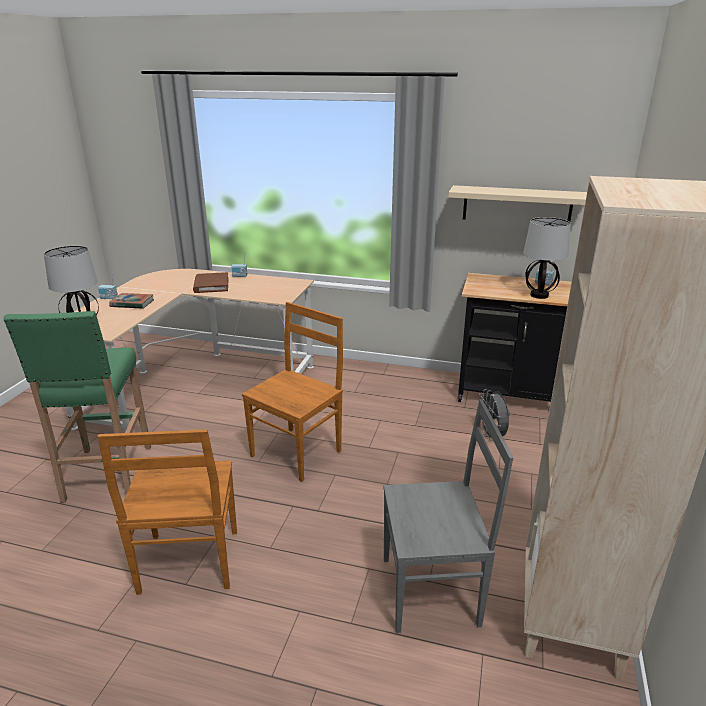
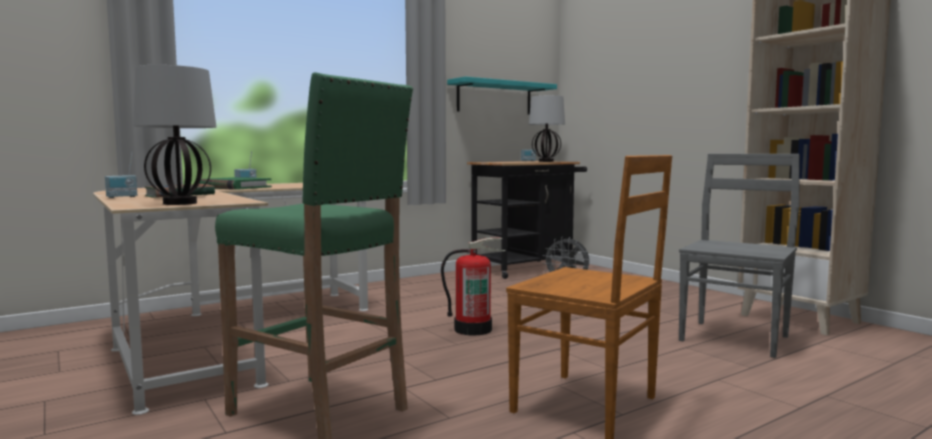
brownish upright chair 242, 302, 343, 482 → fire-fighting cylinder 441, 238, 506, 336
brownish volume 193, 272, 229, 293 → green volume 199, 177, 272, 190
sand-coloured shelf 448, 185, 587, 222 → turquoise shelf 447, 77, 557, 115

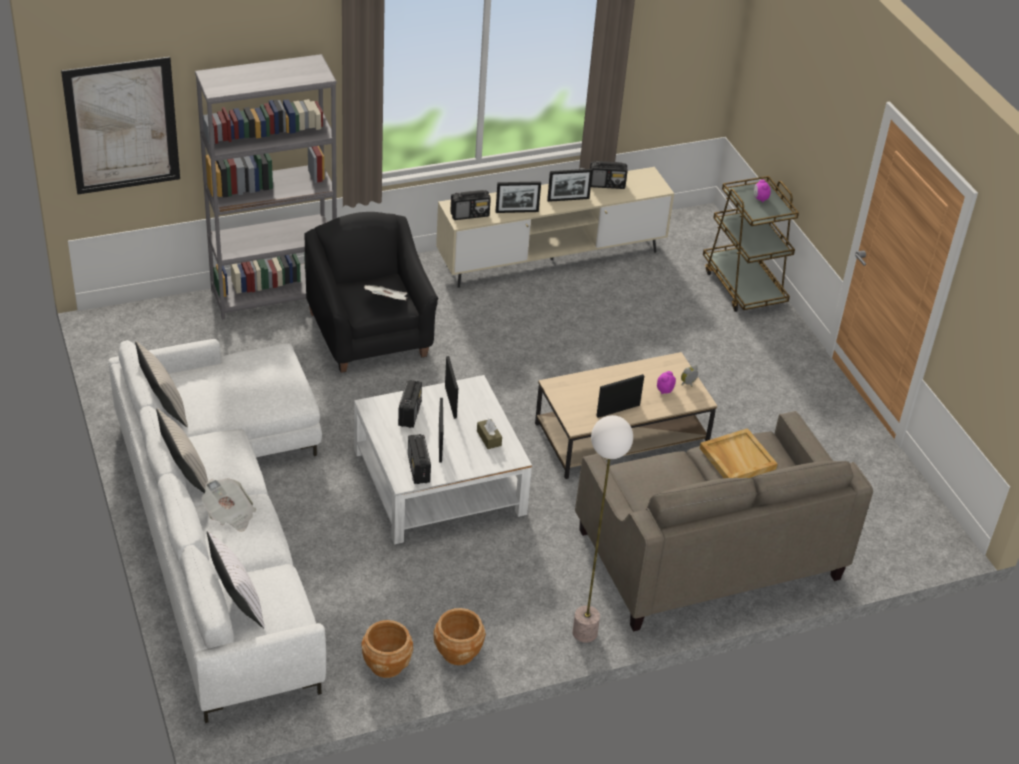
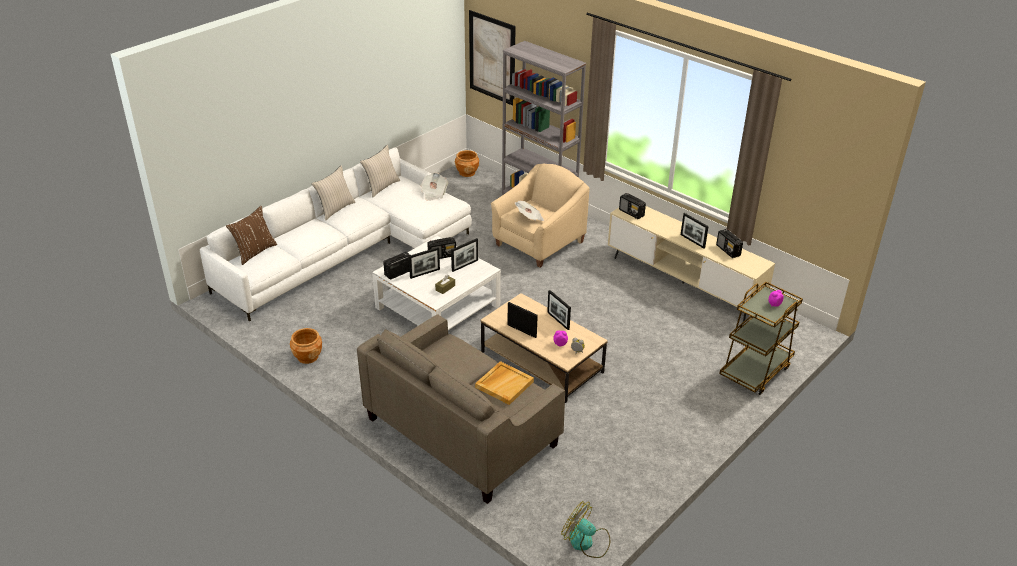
floor lamp 573, 415, 633, 643 → -
- → electric fan 561, 501, 610, 558
printed paper 202, 478, 256, 532 → printed paper 420, 172, 448, 201, moved
brownish planter 362, 620, 413, 678 → brownish planter 455, 150, 479, 177, moved
photo frame 495, 181, 541, 213 → photo frame 547, 290, 571, 330, moved
white-coloured cushion 207, 531, 265, 628 → brownish cushion 226, 206, 277, 265
black-coloured armchair 304, 212, 439, 373 → sand-coloured armchair 491, 164, 590, 268

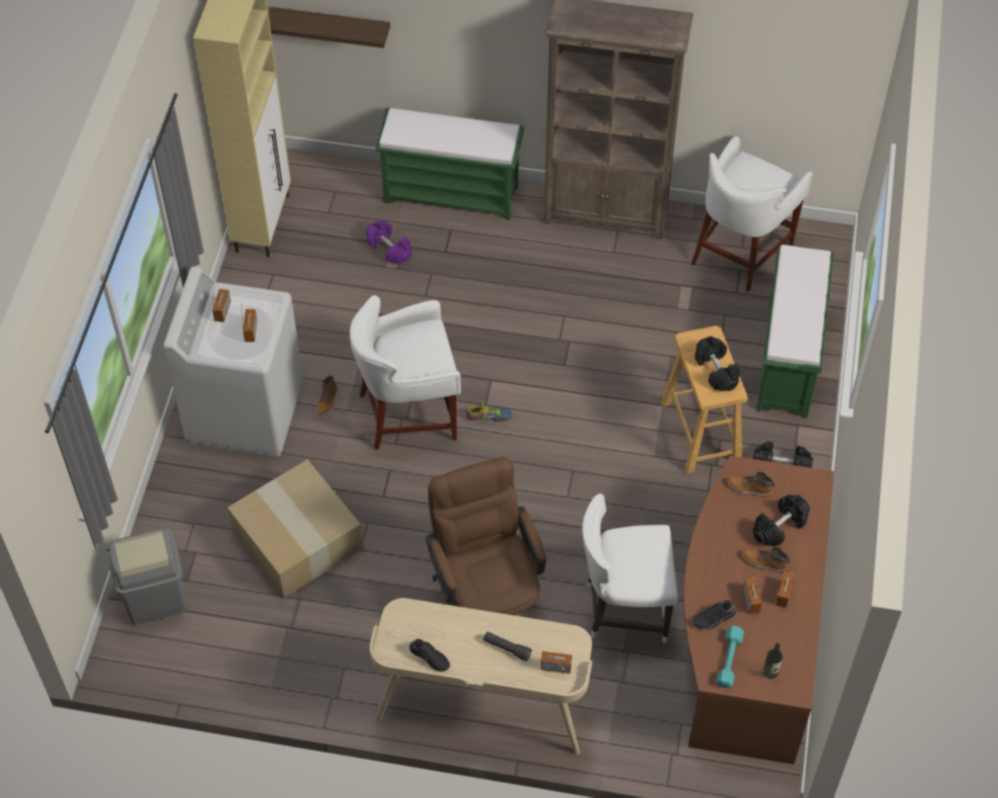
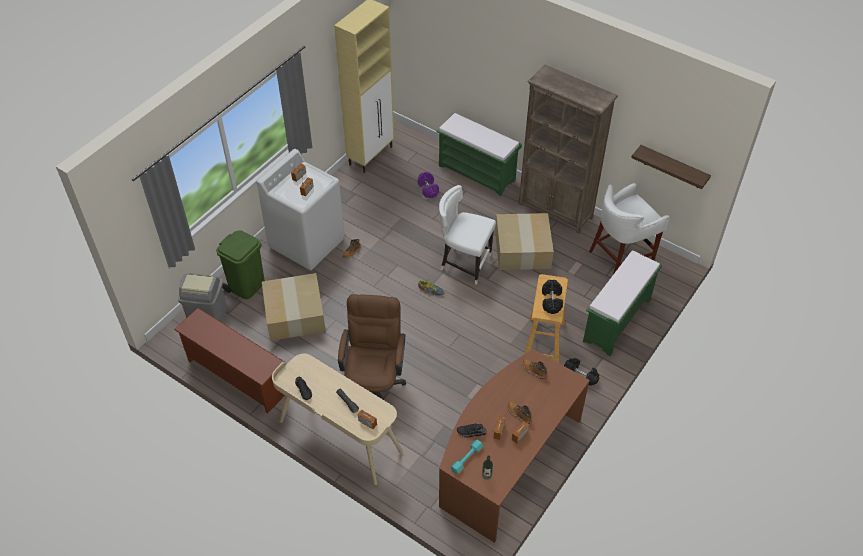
white-coloured sitting stool 350, 295, 461, 450 → -
black-coloured dumbbell 753, 495, 810, 546 → -
- → brownish shoe rack 174, 308, 285, 414
- → green rubbish bin 216, 231, 265, 299
- → cardboard box 495, 213, 554, 270
shelf 268, 7, 390, 48 → shelf 631, 145, 711, 189, moved
white-coloured upright chair 582, 494, 678, 643 → white-coloured upright chair 439, 185, 496, 285, moved

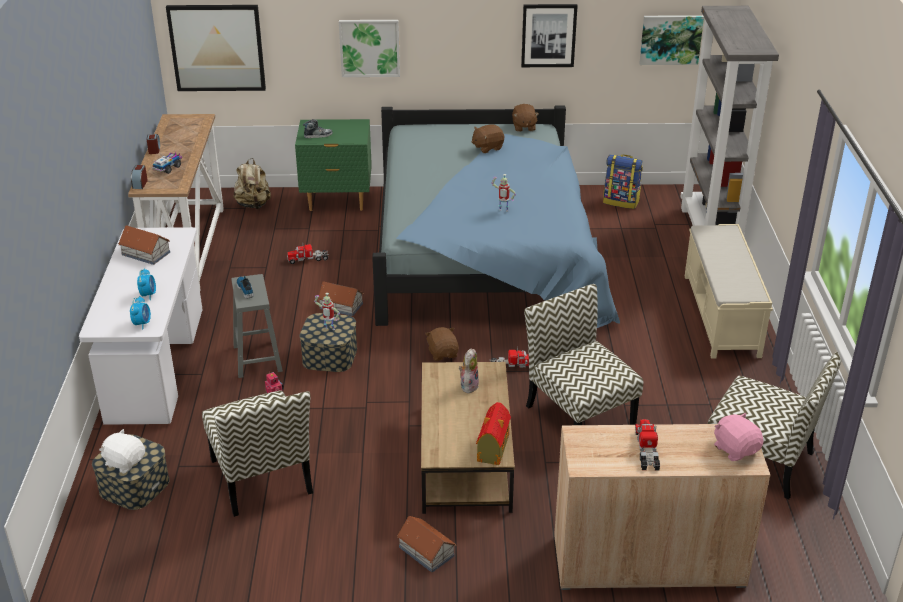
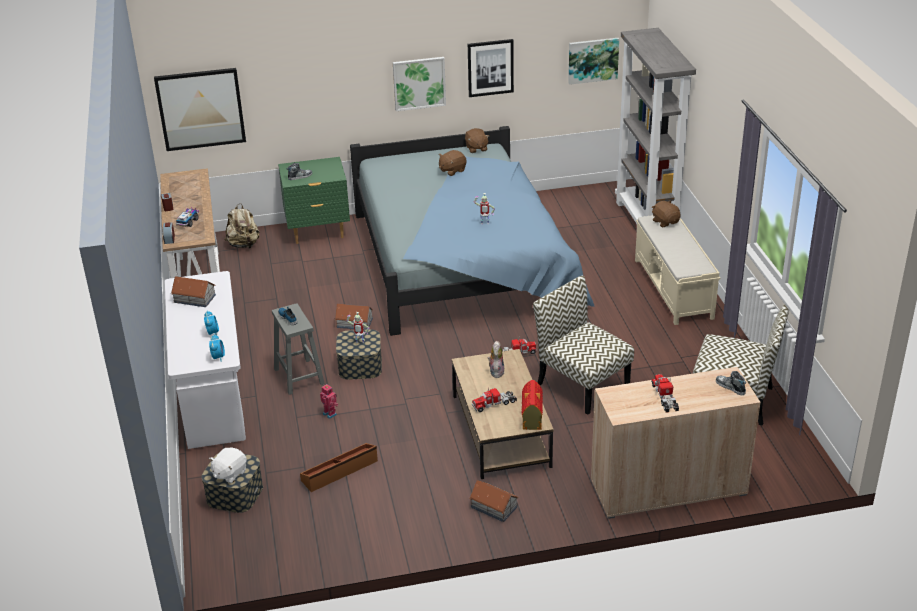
knapsack 603, 155, 643, 209 → -
toy lorry 287, 242, 329, 264 → toy lorry 472, 388, 517, 412, moved
wall art 339, 20, 400, 77 → wall art 393, 57, 446, 111, moved
brownish soft toy 425, 327, 459, 361 → brownish soft toy 652, 200, 681, 227, moved
upright chair 202, 390, 313, 517 → brownish storage container 300, 443, 378, 492
pinkish soft toy 714, 413, 764, 461 → shoe 716, 371, 746, 395
white-coloured soft toy 99, 429, 145, 474 → white-coloured soft toy 209, 448, 247, 483, 75 degrees counterclockwise

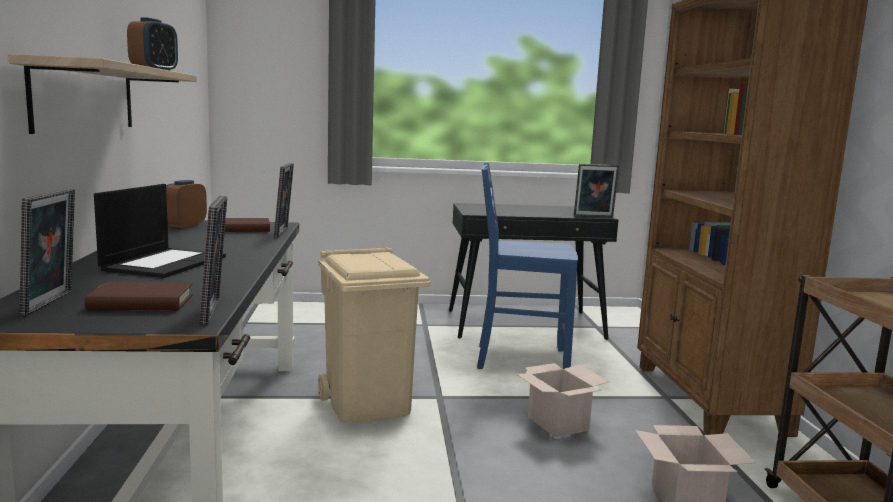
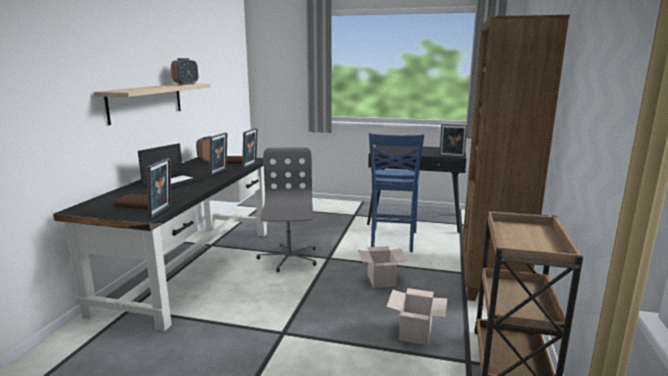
photo frame 19, 188, 75, 316 → photo frame 209, 133, 227, 176, moved
sand-coloured rubbish bin 318, 247, 430, 424 → greyish office chair 256, 147, 317, 272
blue upright chair 477, 163, 578, 369 → blue upright chair 369, 133, 424, 252, 105 degrees counterclockwise

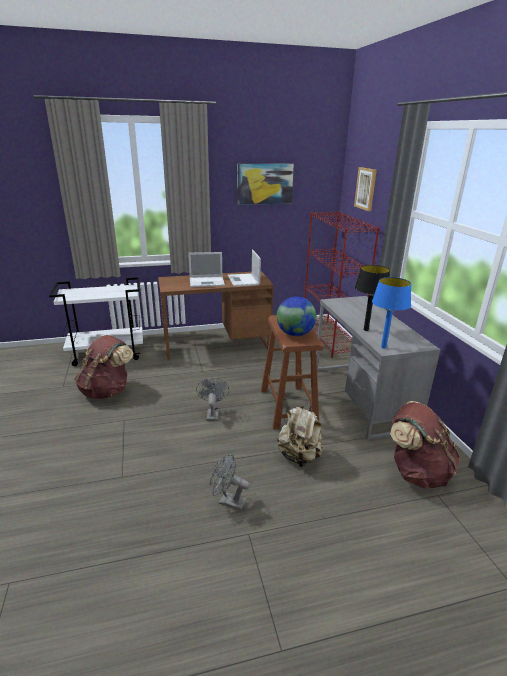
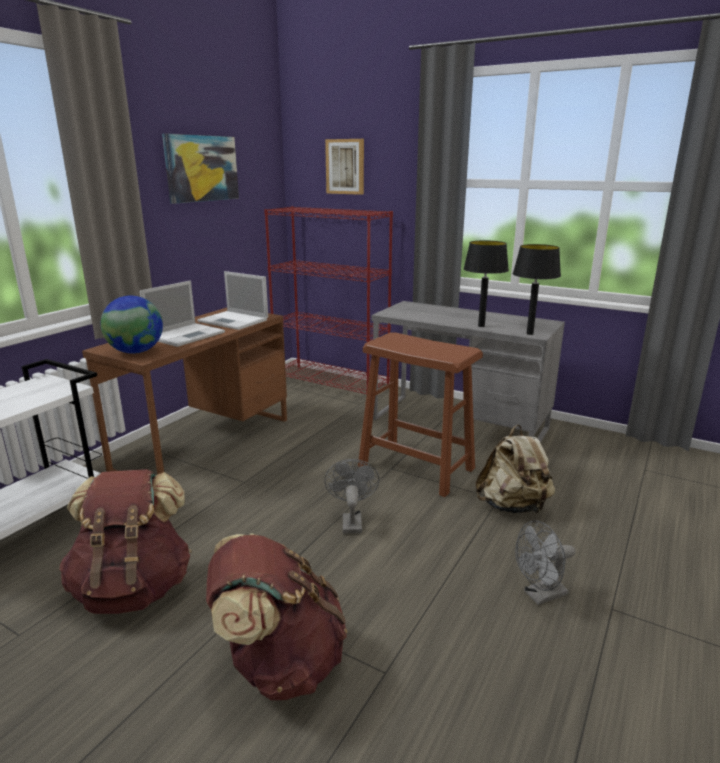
globe 277, 296, 316, 336 → globe 101, 296, 163, 354, moved
brownish knapsack 390, 401, 460, 488 → brownish knapsack 206, 533, 347, 700, moved
blue tabletop lamp 372, 277, 411, 349 → black-coloured tabletop lamp 513, 244, 561, 335
greyish electric fan 196, 378, 229, 421 → greyish electric fan 324, 459, 379, 533, 45 degrees clockwise

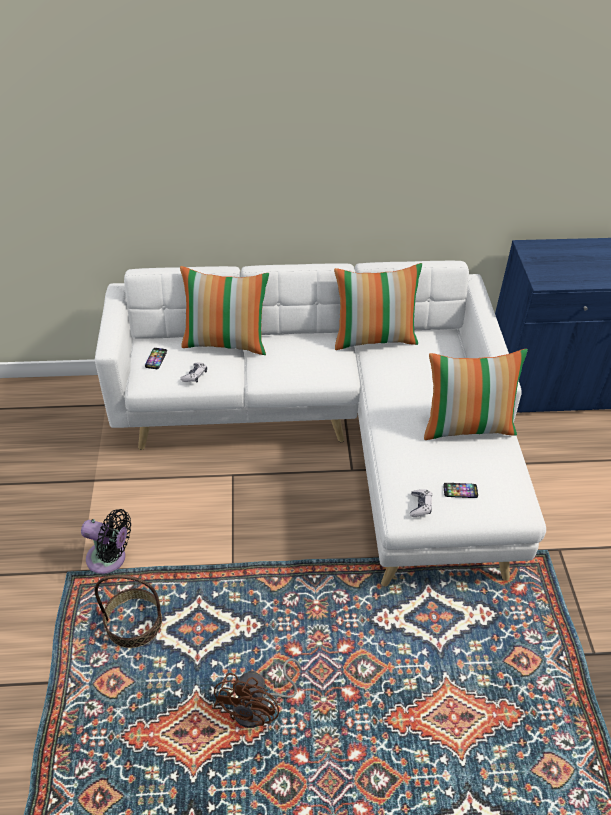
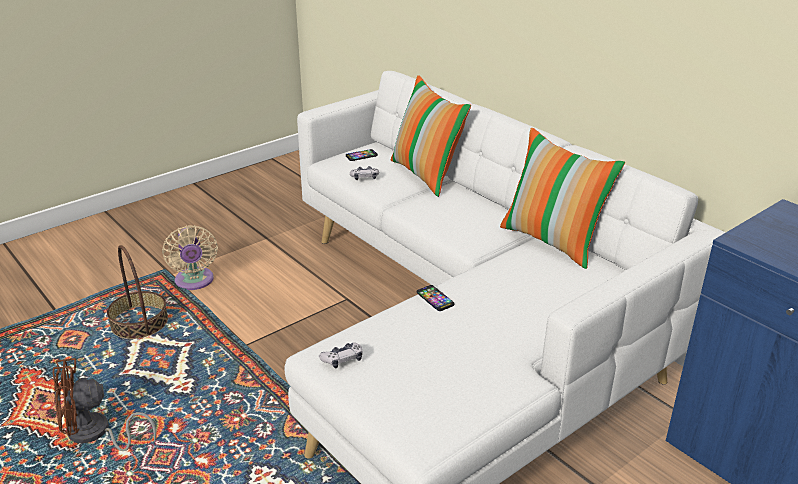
cushion 424, 349, 528, 440 → -
phone 443, 483, 478, 498 → phone 417, 285, 454, 311, moved
black-coloured electric fan 81, 509, 131, 574 → sand-coloured electric fan 162, 225, 218, 290

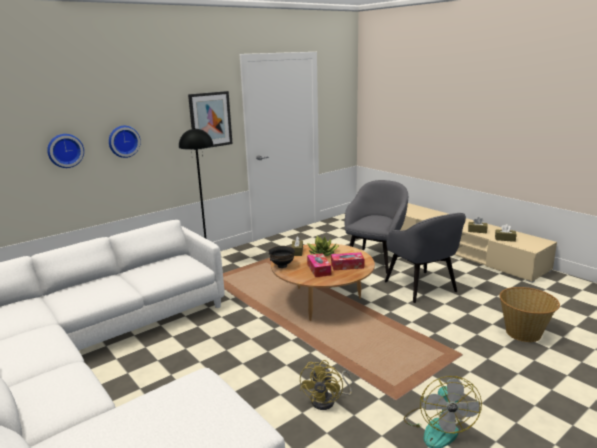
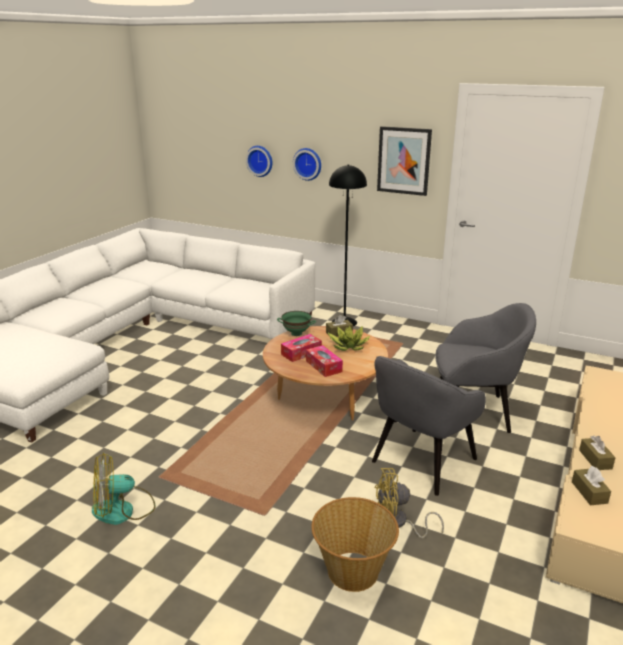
yellow-coloured electric fan 300, 360, 353, 410 → yellow-coloured electric fan 374, 468, 444, 538, moved
black-coloured serving bowl 268, 246, 295, 268 → green serving bowl 277, 311, 316, 336

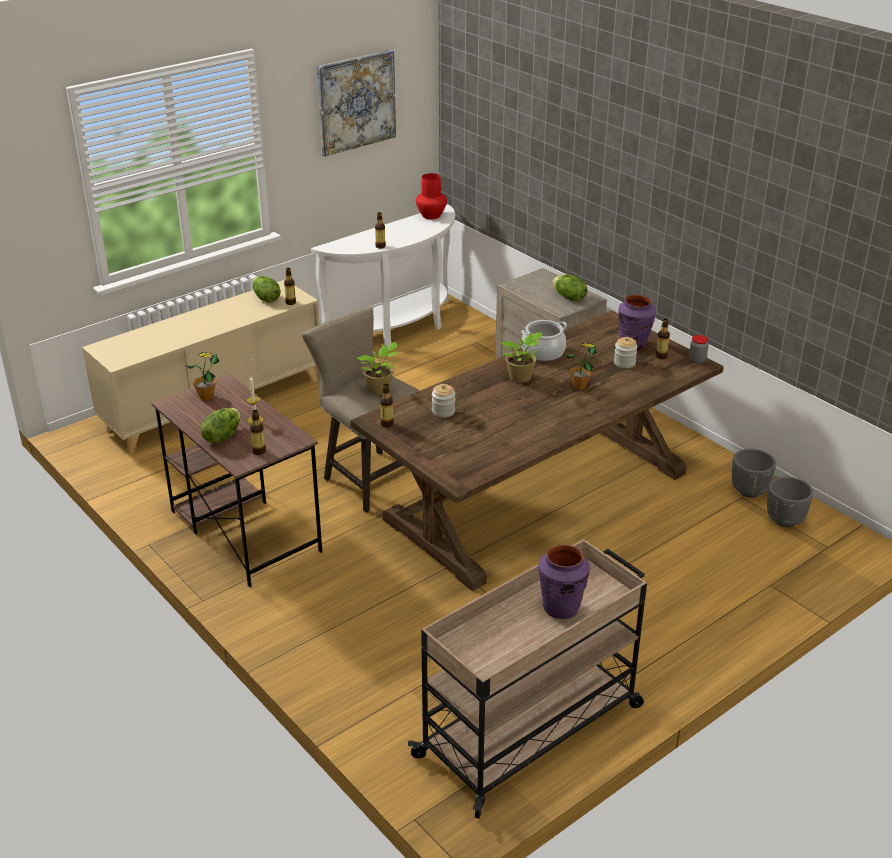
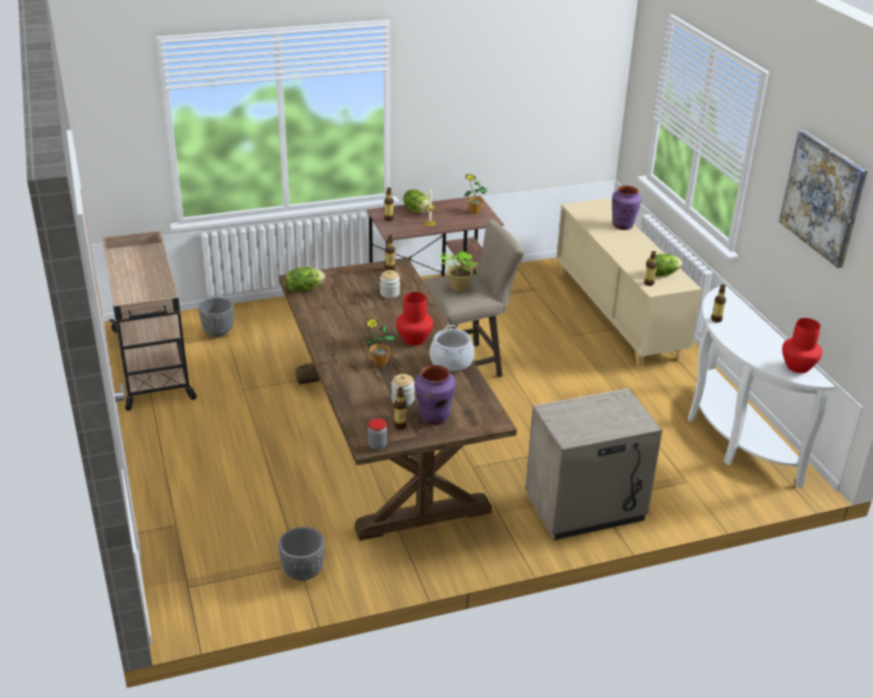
purplish flower vase 538, 545, 590, 619 → purplish flower vase 612, 186, 642, 230, moved
head of lettuce 552, 275, 587, 301 → head of lettuce 285, 267, 325, 292, moved
greyish planter 767, 477, 813, 527 → greyish planter 199, 297, 234, 337, moved
plant in a pot 501, 332, 542, 383 → red-coloured flower vase 396, 292, 433, 345

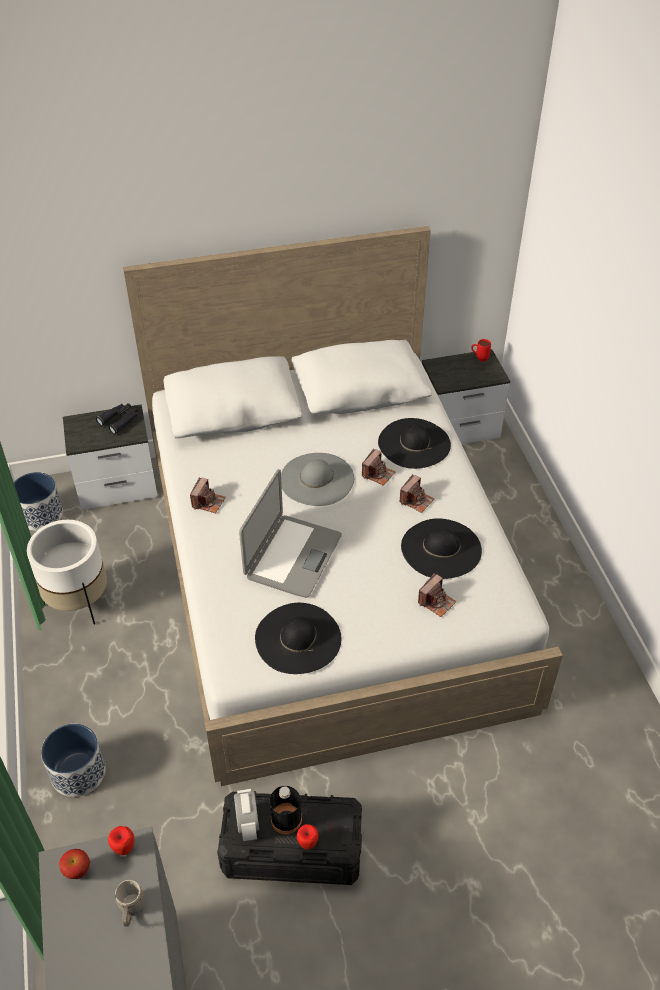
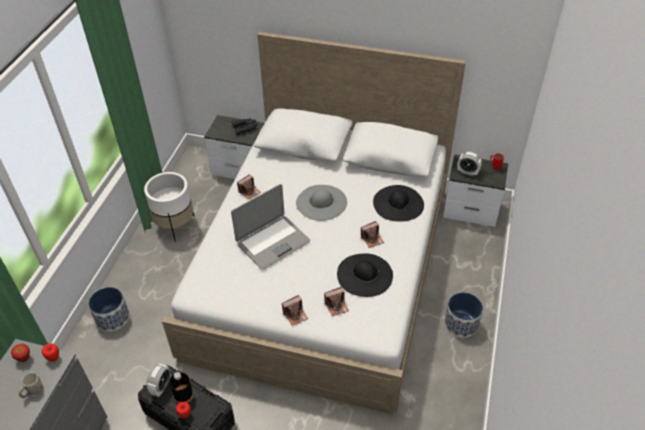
black-coloured hat 255, 603, 341, 674 → -
- → table clock 457, 151, 482, 176
planter 14, 472, 63, 531 → planter 445, 292, 483, 338, moved
still camera 362, 448, 395, 486 → still camera 282, 295, 308, 326, moved

